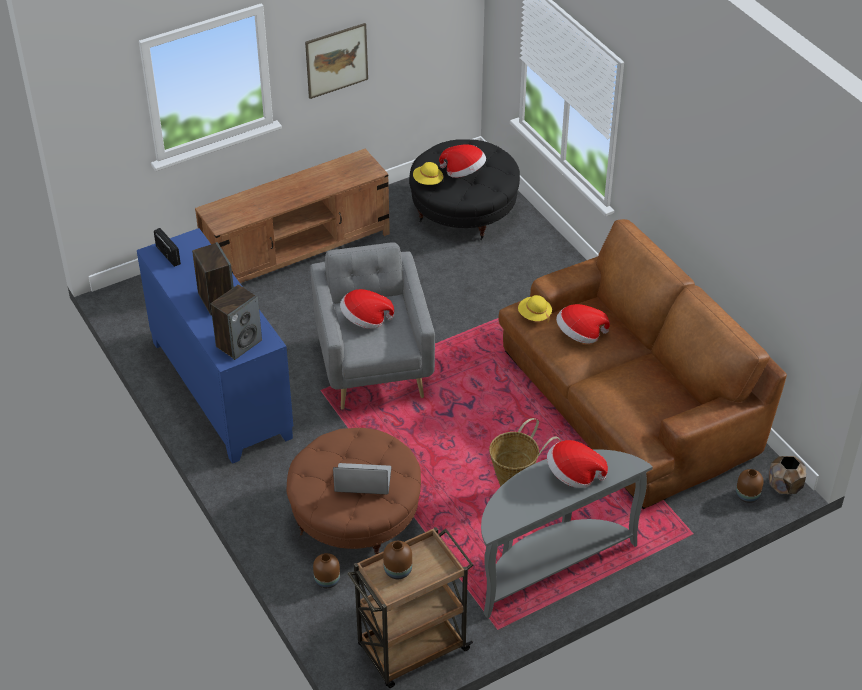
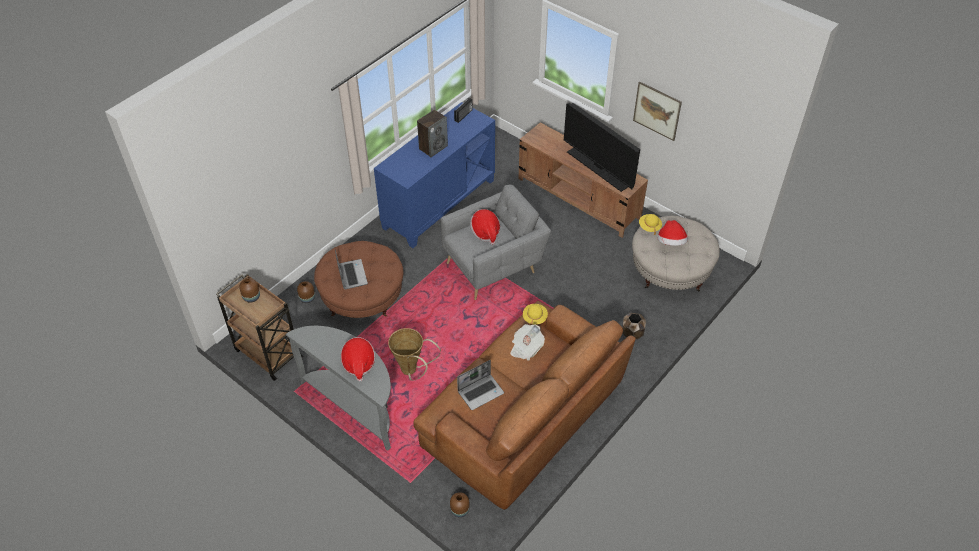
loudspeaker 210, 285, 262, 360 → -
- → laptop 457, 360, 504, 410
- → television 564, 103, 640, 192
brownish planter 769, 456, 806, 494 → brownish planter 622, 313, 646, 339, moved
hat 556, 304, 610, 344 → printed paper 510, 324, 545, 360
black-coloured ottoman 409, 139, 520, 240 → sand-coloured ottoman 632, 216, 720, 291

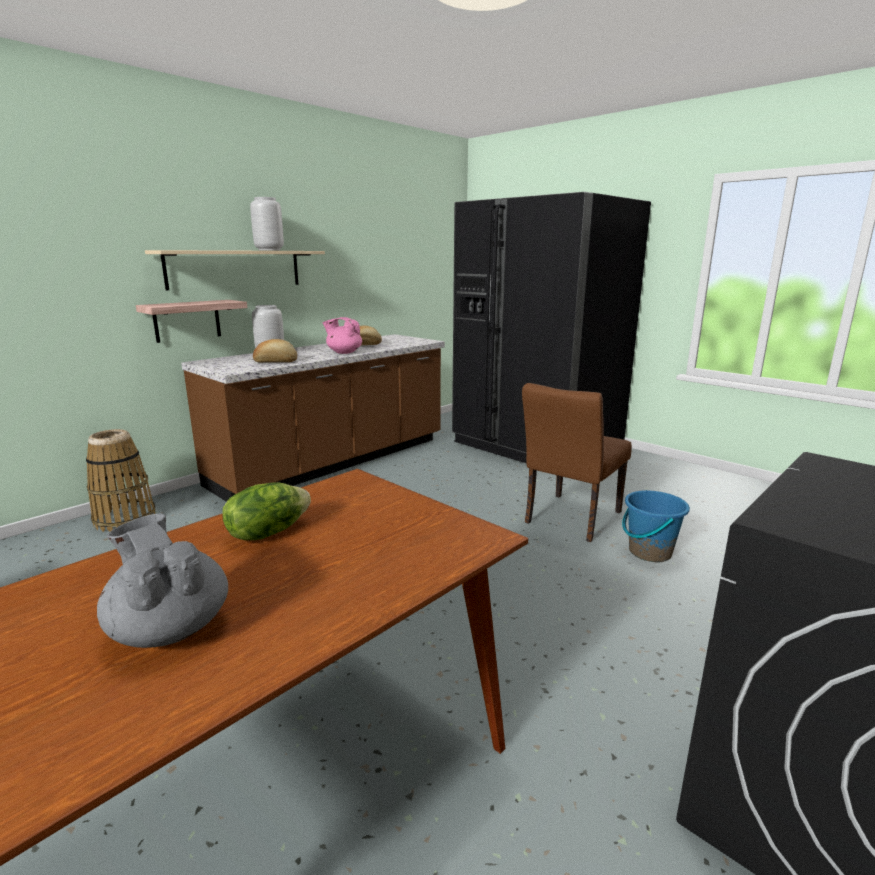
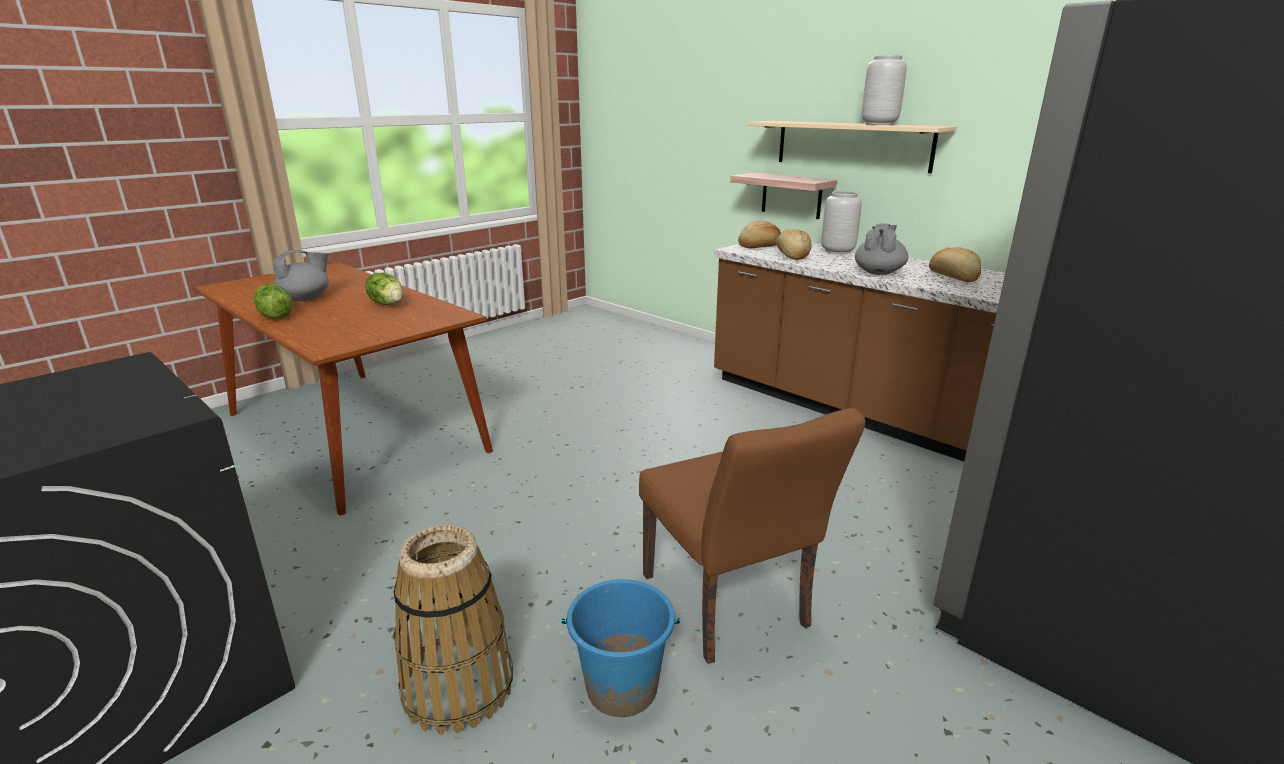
- → head of lettuce 254, 284, 293, 319
- → baked bread 738, 221, 781, 248
household basket 86, 429, 155, 532 → household basket 393, 525, 513, 734, moved
pinkish teapot 323, 317, 362, 354 → greyish teapot 855, 224, 908, 275
brownish upright chair 522, 383, 632, 542 → brownish upright chair 639, 408, 865, 664, 150 degrees counterclockwise

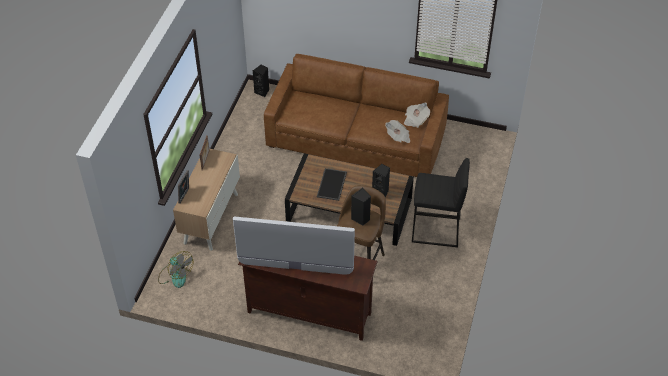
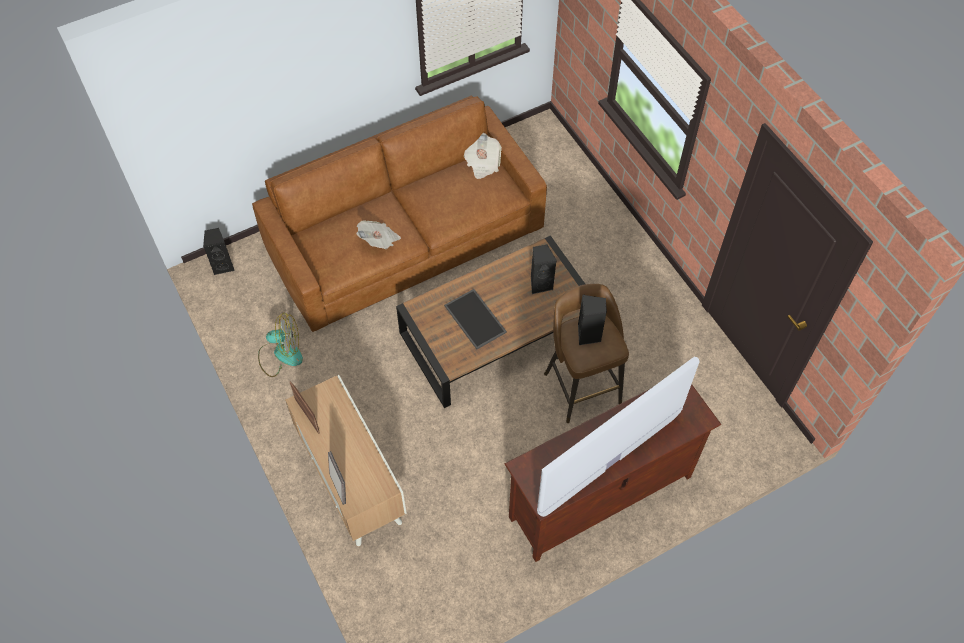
black-coloured sitting stool 412, 158, 470, 247 → -
electric fan 158, 251, 193, 288 → electric fan 258, 313, 303, 377, moved
printed paper 385, 120, 410, 143 → printed paper 356, 220, 401, 249, moved

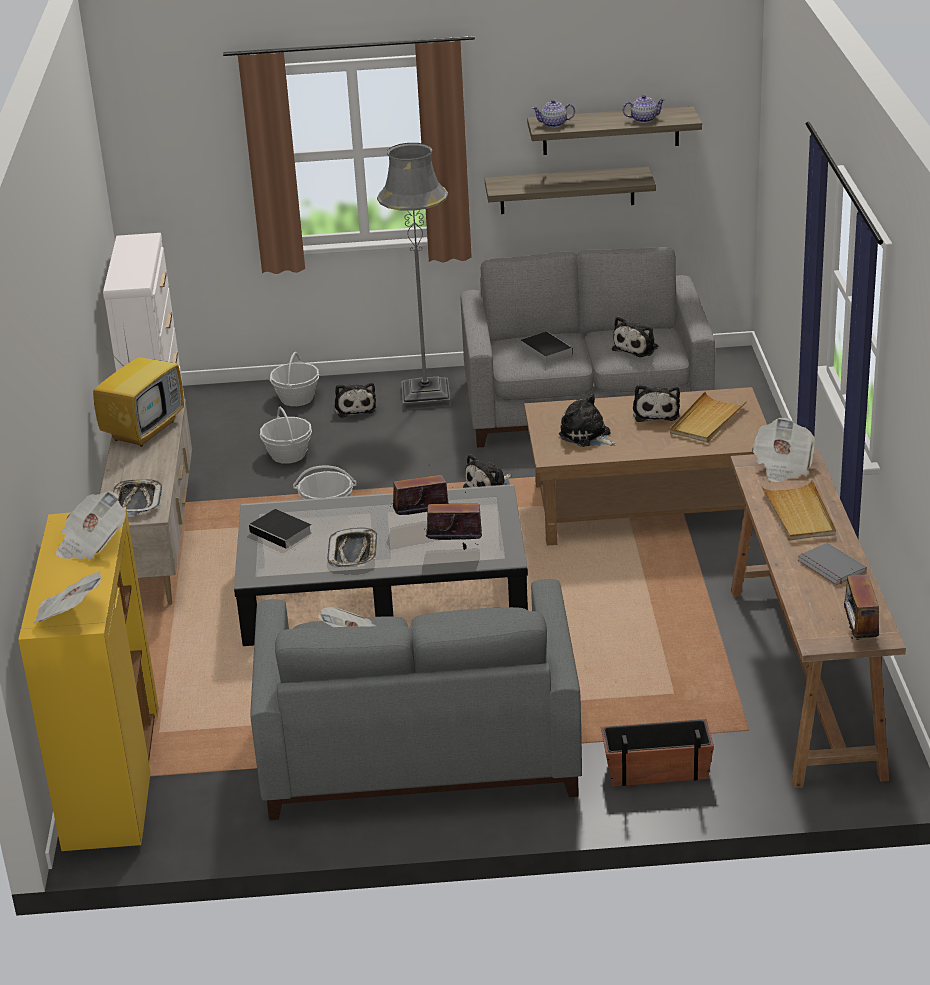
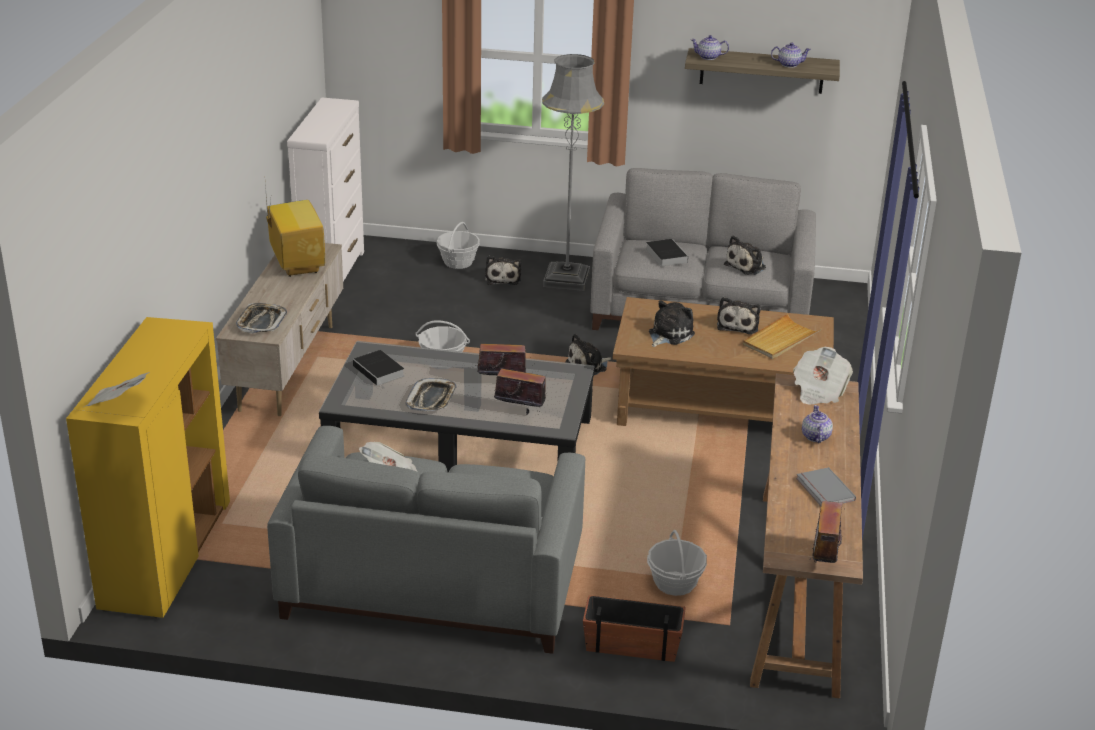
printed paper 56, 491, 126, 560 → -
shelf 485, 166, 656, 214 → -
household basket 260, 407, 312, 463 → household basket 647, 530, 707, 596, moved
sand-coloured tray 761, 480, 836, 541 → teapot 802, 405, 833, 443
television 93, 325, 184, 447 → television 265, 184, 325, 277, 60 degrees counterclockwise
soft toy 559, 394, 616, 447 → soft toy 649, 301, 695, 347, 75 degrees clockwise

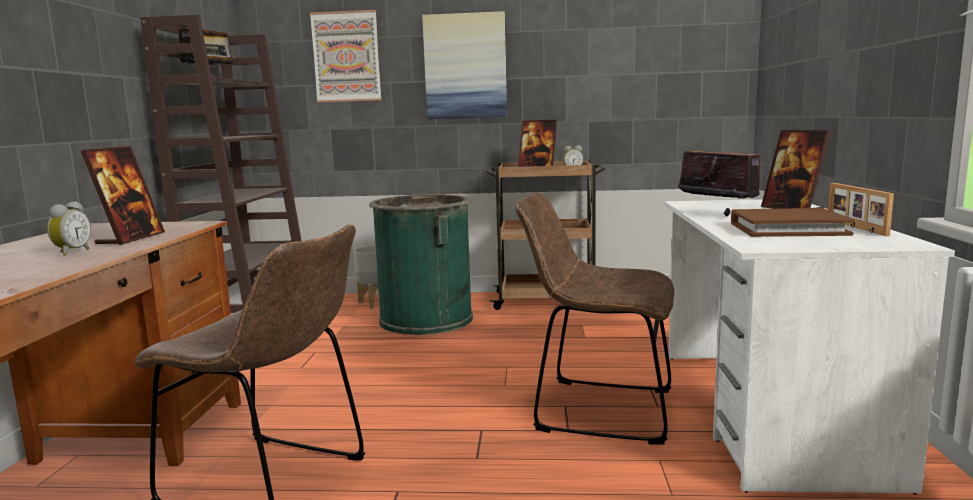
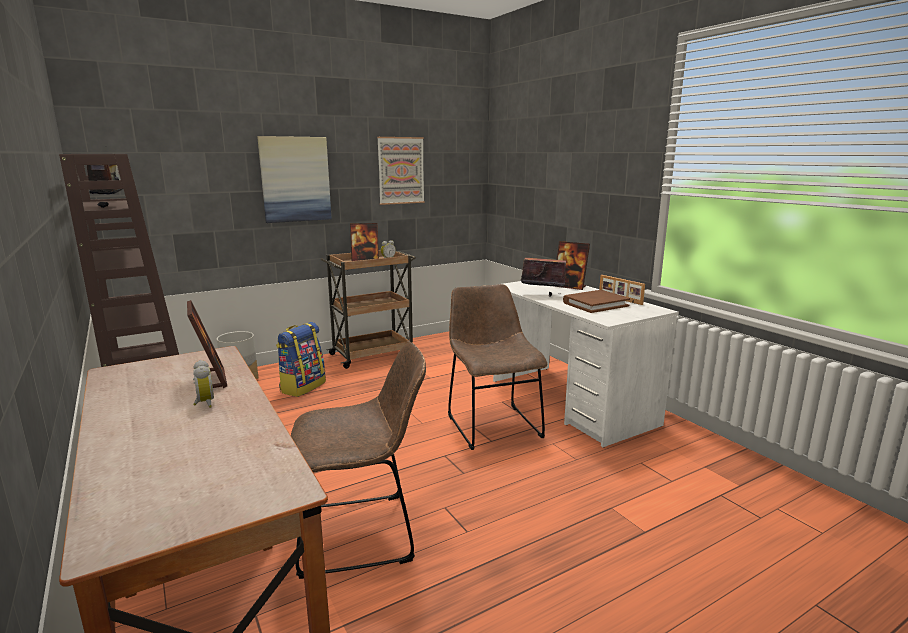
wall art 310, 10, 382, 102 → wall art 377, 137, 425, 205, moved
green rubbish bin 369, 194, 473, 335 → knapsack 276, 322, 326, 397
brownish upright chair 515, 193, 674, 444 → brownish upright chair 448, 284, 548, 450, 90 degrees clockwise

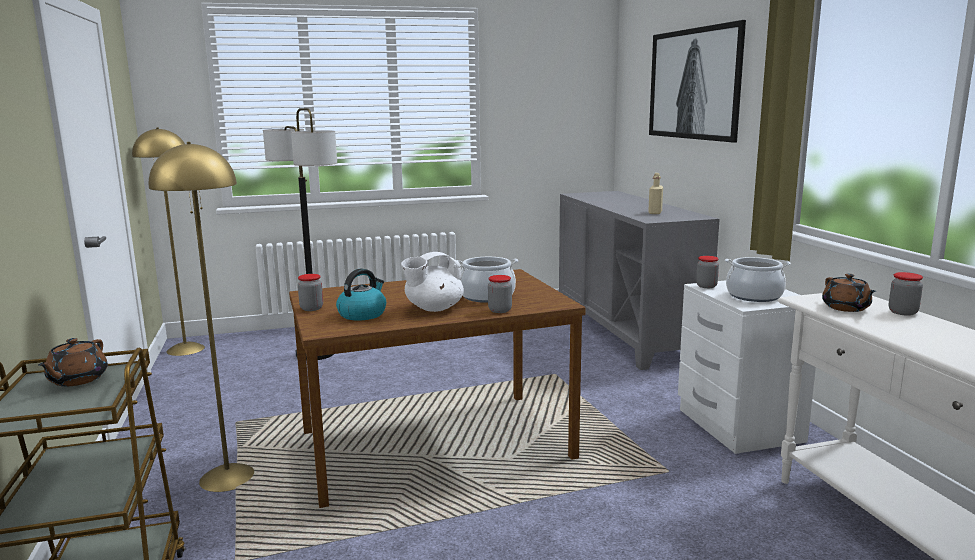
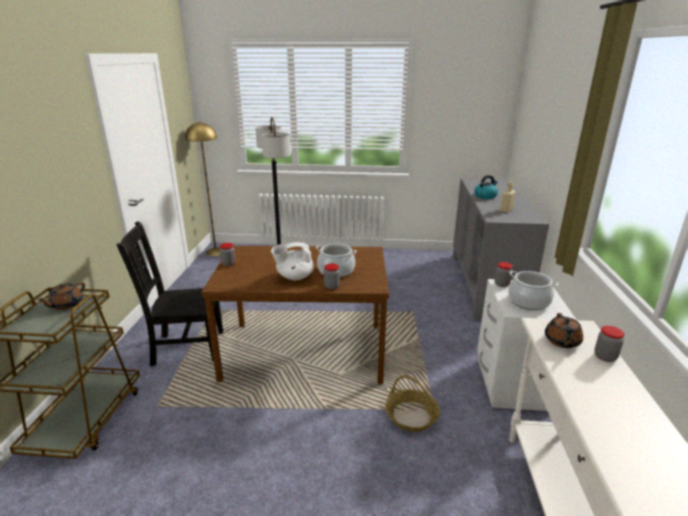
wall art 649, 20, 746, 143 → -
- → household basket 385, 376, 440, 432
tea kettle 336, 269, 386, 321 → tea kettle 474, 175, 498, 199, moved
yellow-coloured floor lamp 149, 142, 254, 492 → black-coloured upright chair 117, 221, 223, 366

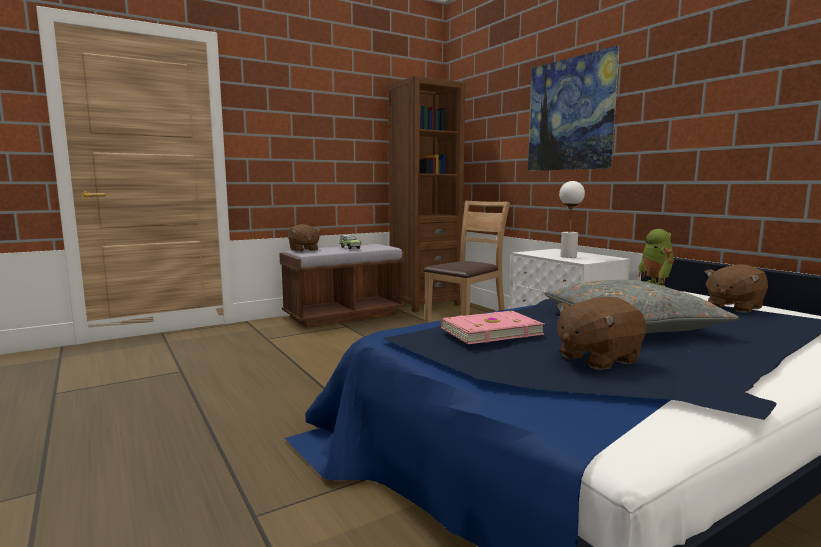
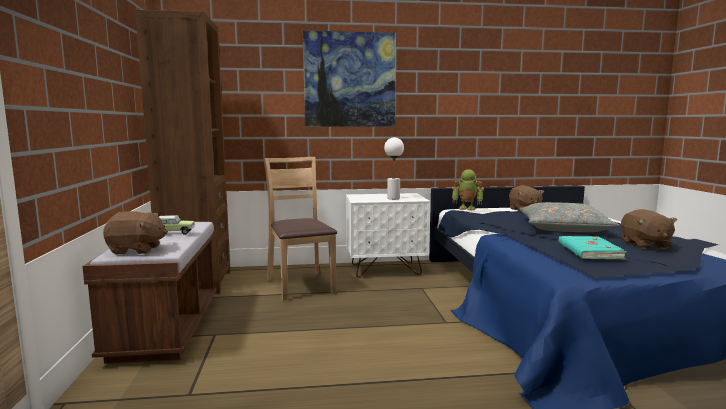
pinkish volume 441, 311, 545, 344 → turquoise volume 559, 236, 627, 259

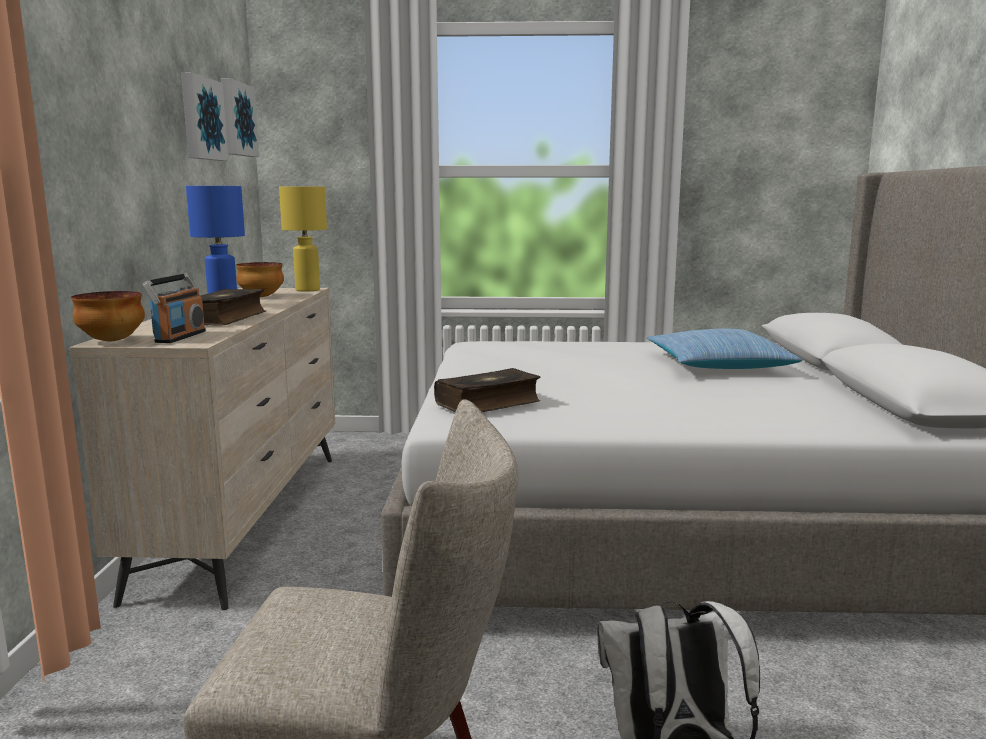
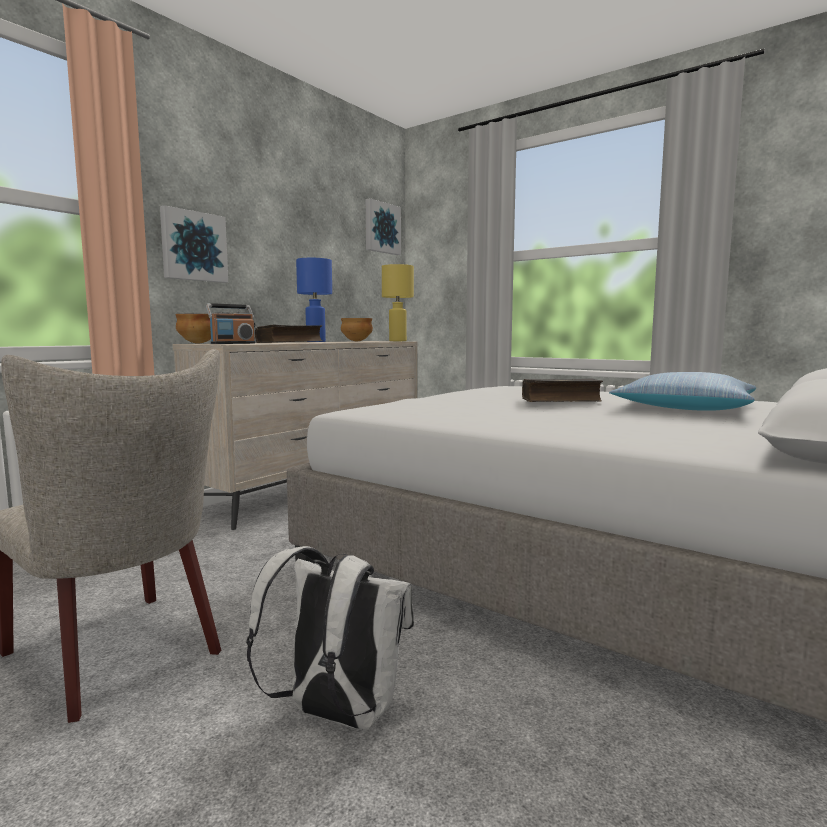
wall art 181, 72, 228, 161 → wall art 160, 205, 228, 283, moved
volume 434, 368, 540, 412 → volume 522, 378, 603, 402, moved

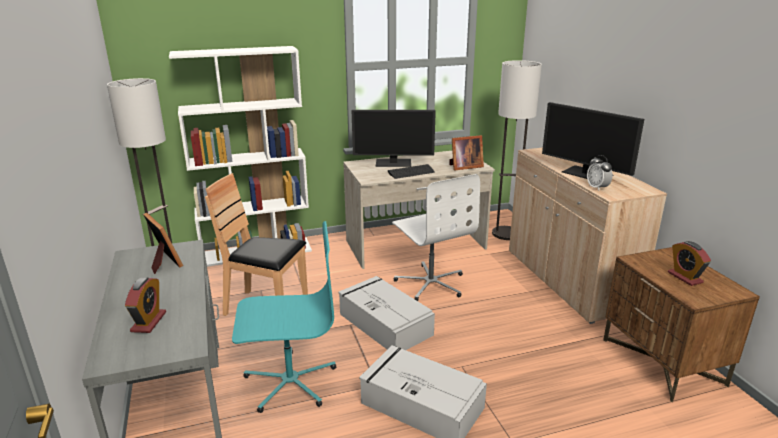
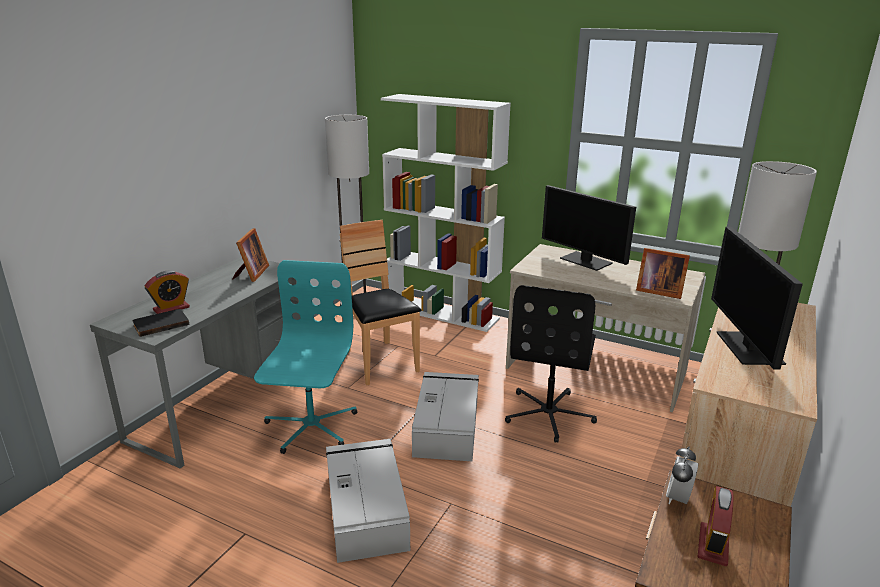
keyboard 388, 164, 435, 179 → -
- → black-coloured volume 132, 309, 189, 337
table clock 587, 155, 613, 191 → table clock 666, 447, 698, 504, moved
white-coloured office chair 392, 174, 480, 301 → black-coloured office chair 505, 285, 597, 443
turquoise office chair 232, 221, 336, 413 → turquoise office chair 254, 260, 357, 454, 120 degrees counterclockwise

